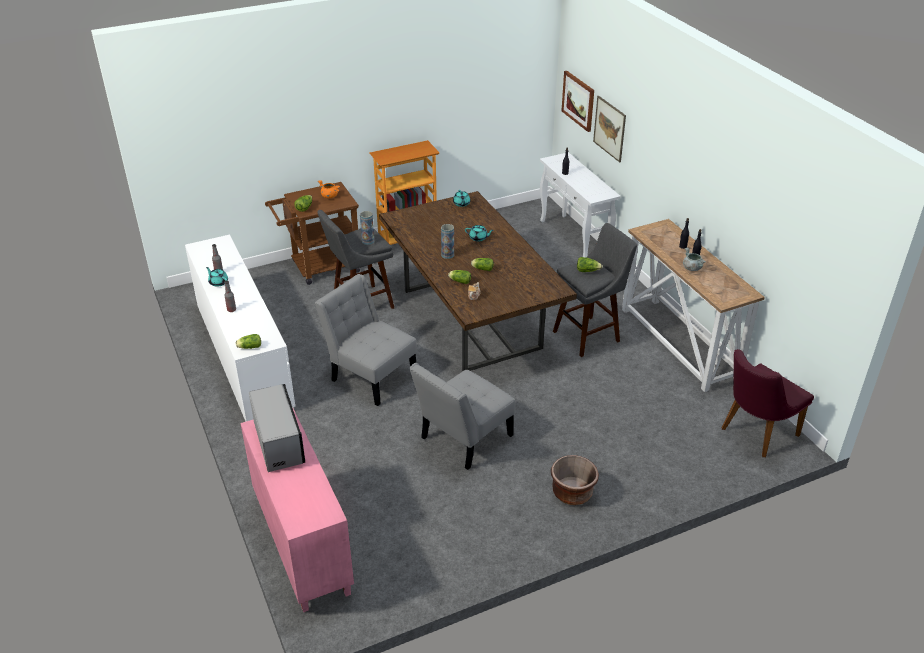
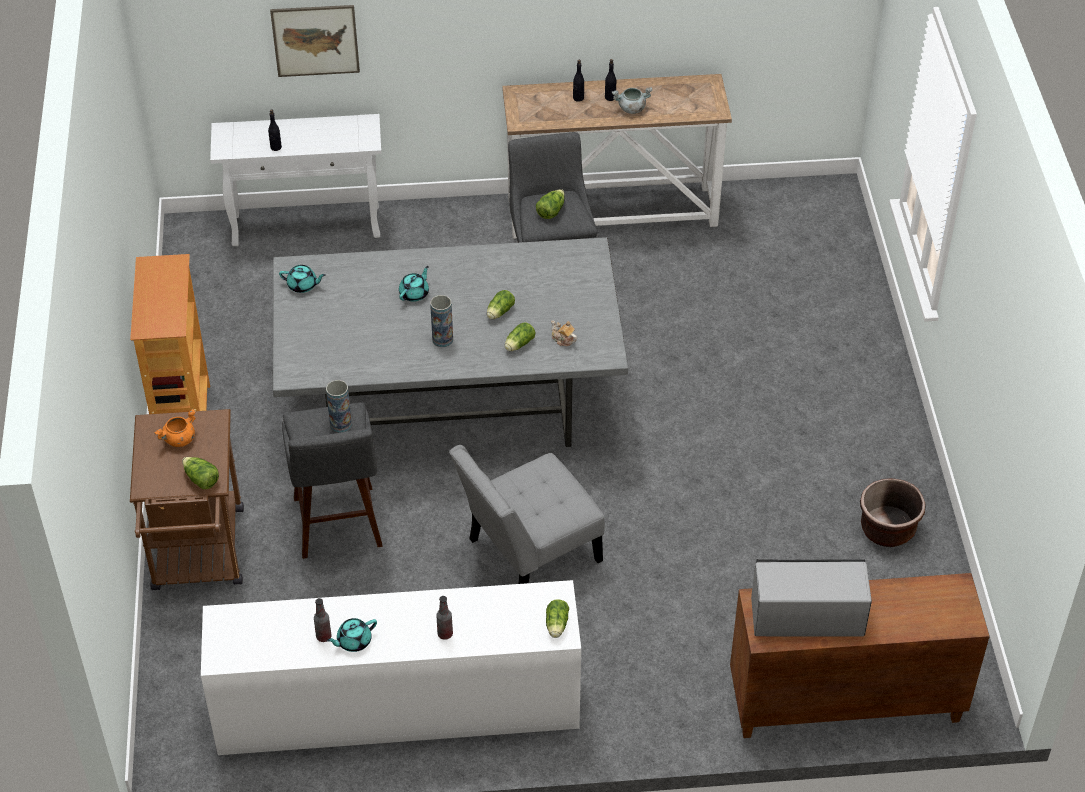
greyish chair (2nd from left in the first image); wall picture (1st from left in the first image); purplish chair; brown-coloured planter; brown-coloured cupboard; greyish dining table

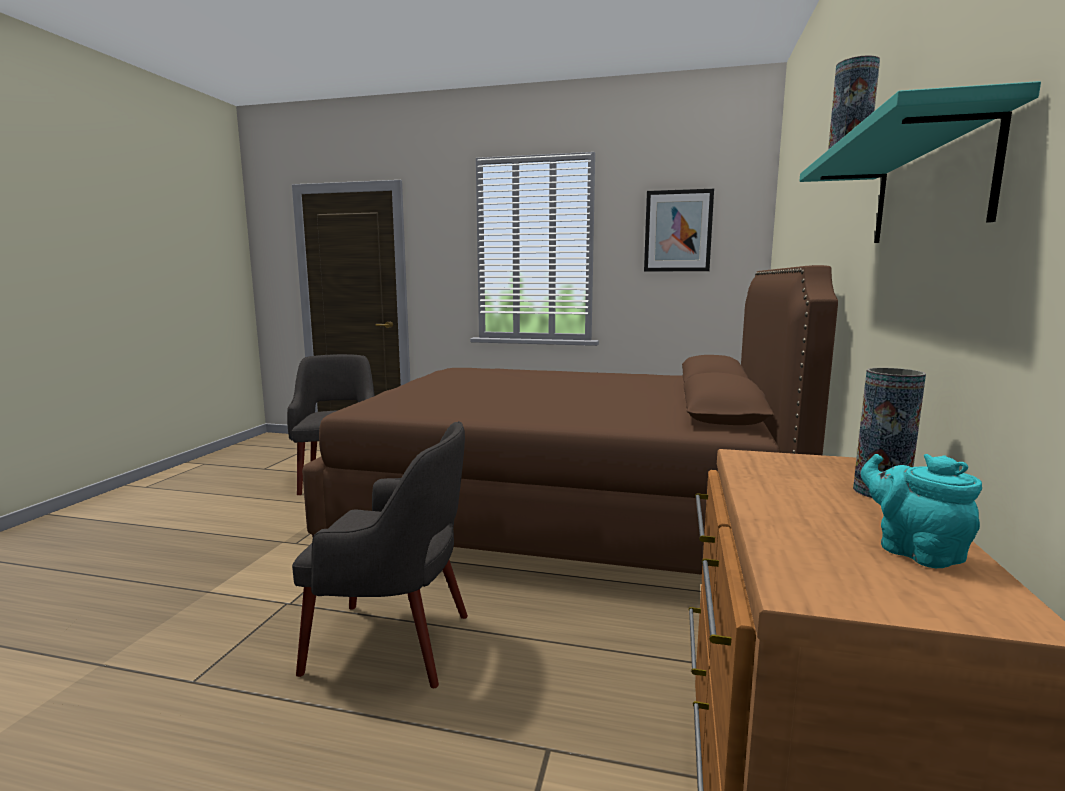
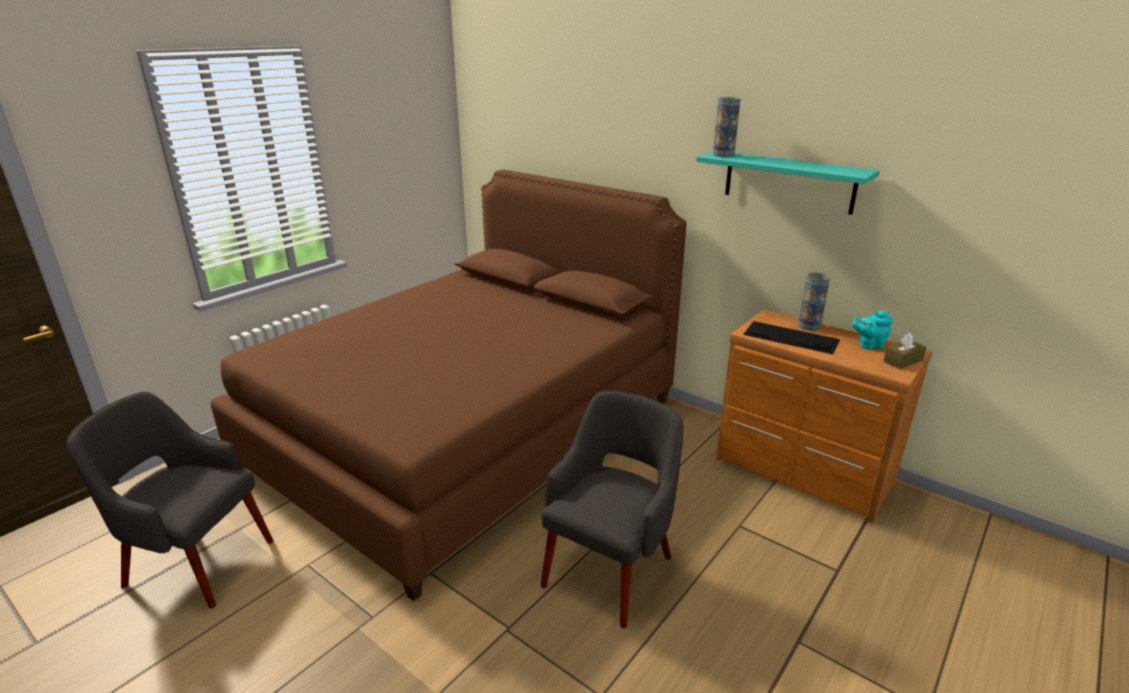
wall picture; PC keyboard; brown-coloured box of tissues

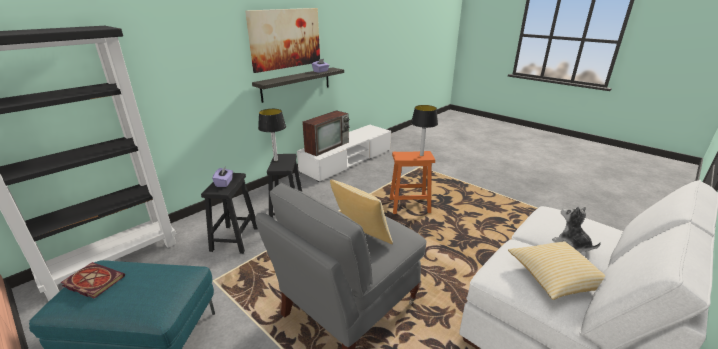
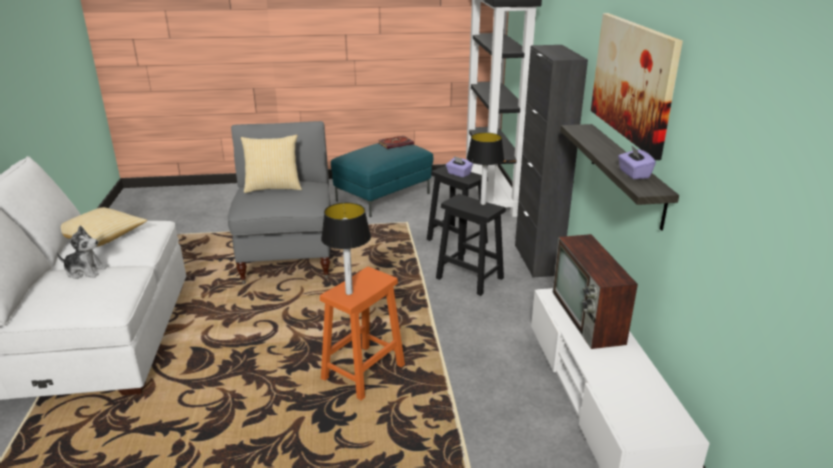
black cupboard

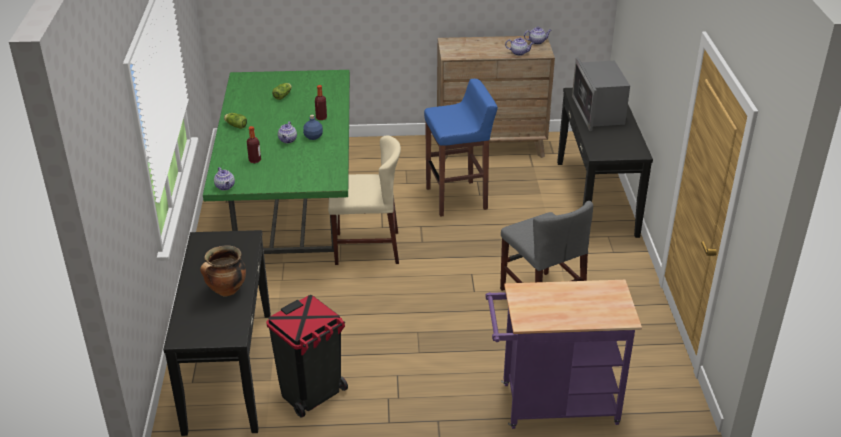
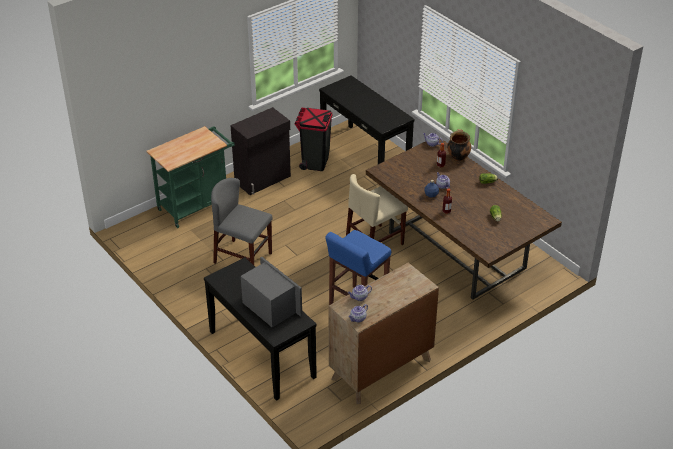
black cupboard; stockpot; brown-coloured dining table; green-coloured cart

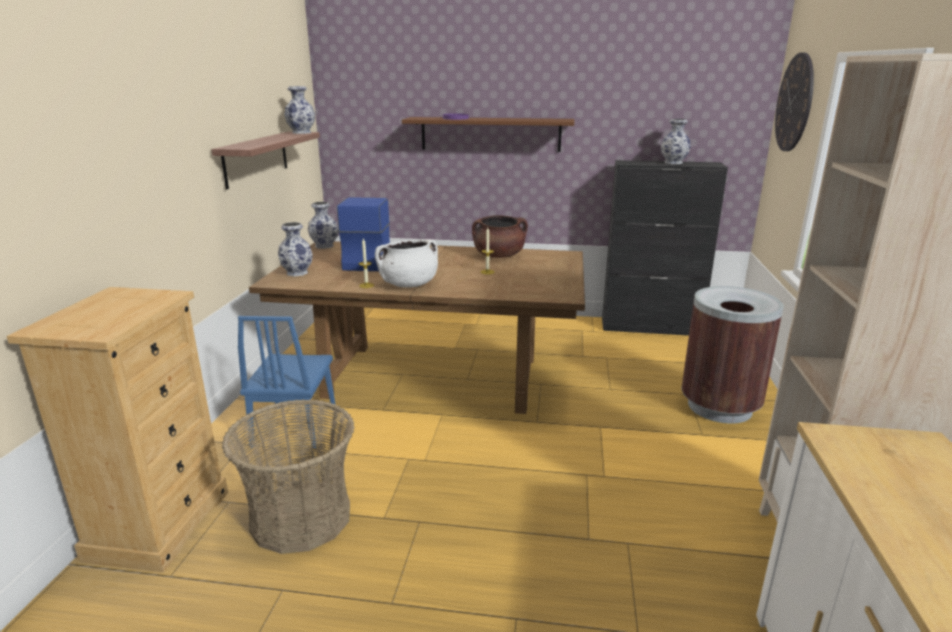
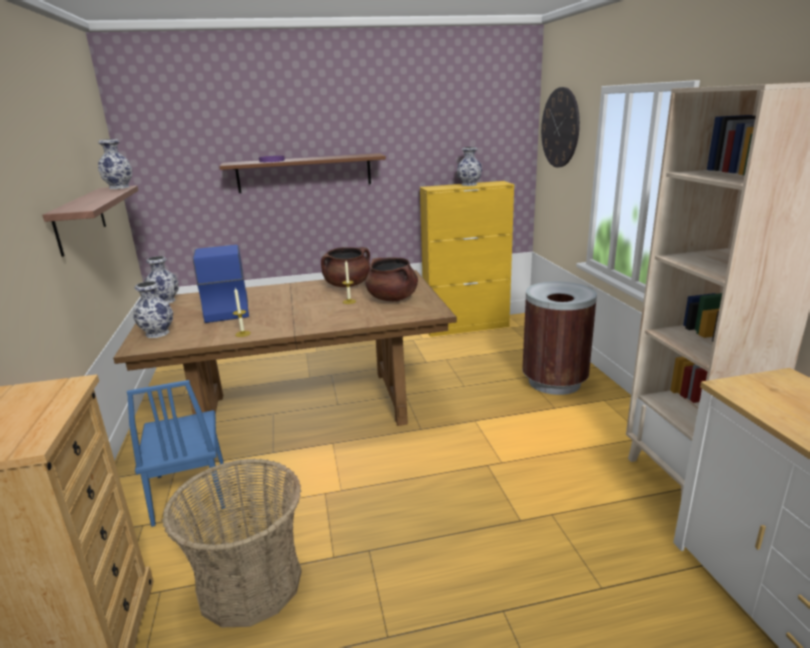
white stockpot; brown-coloured stockpot (2nd from left); yellow cupboard

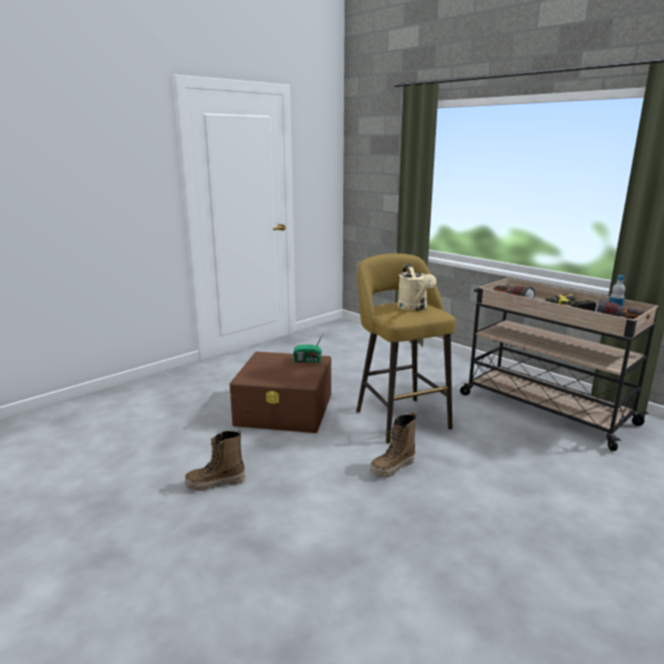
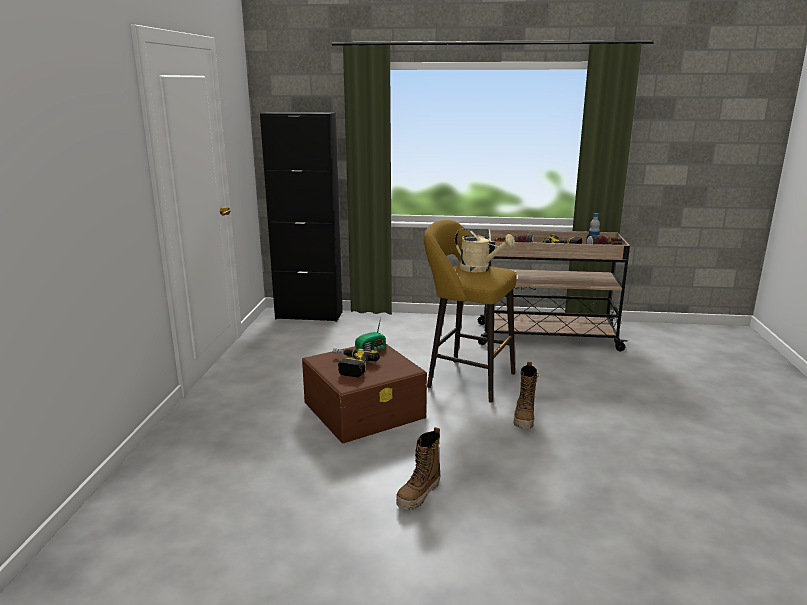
black cupboard; electric drill (1st from left)

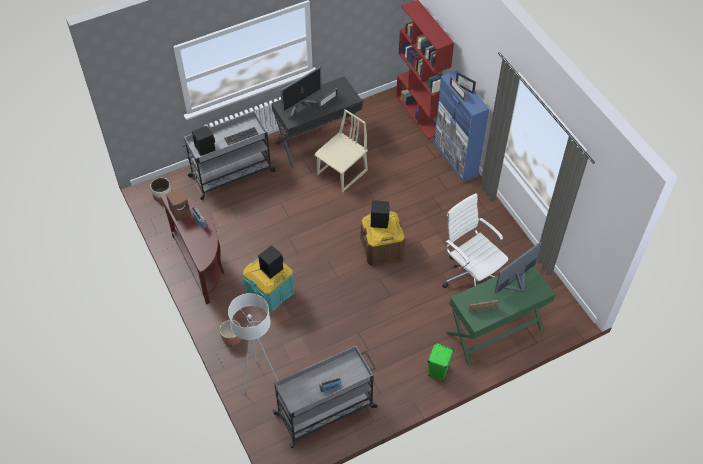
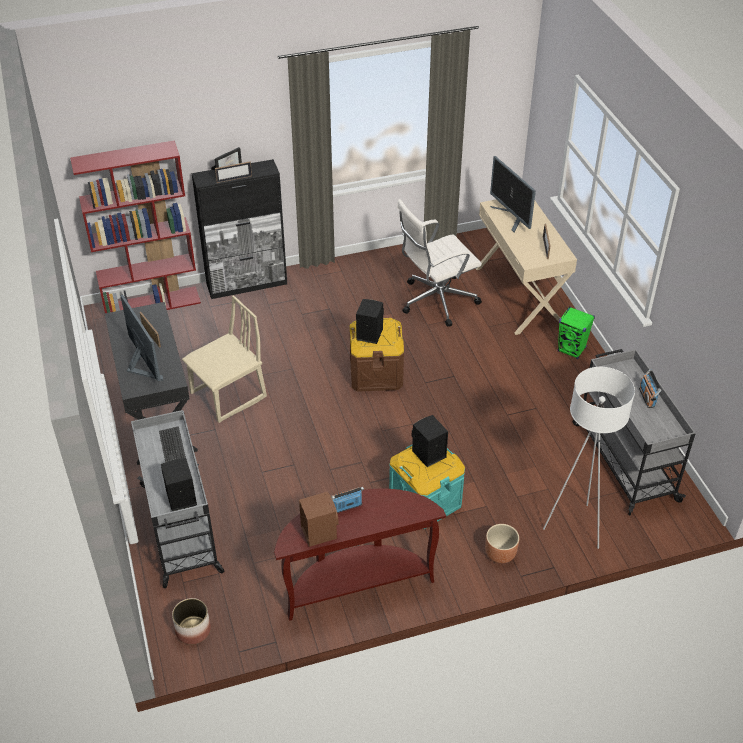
black cupboard; beige desk; beige chair

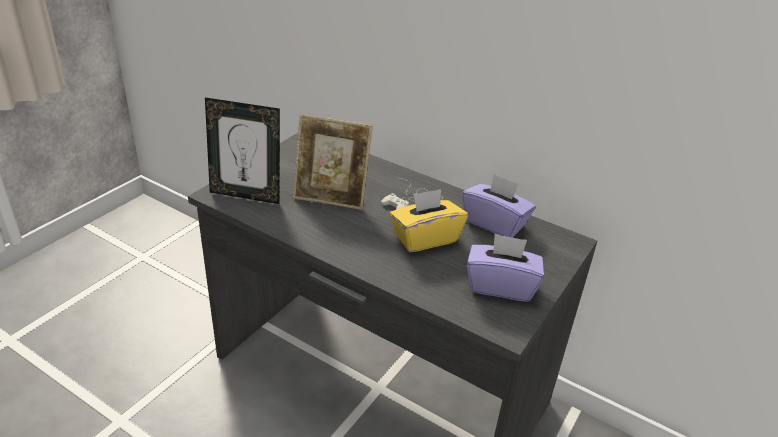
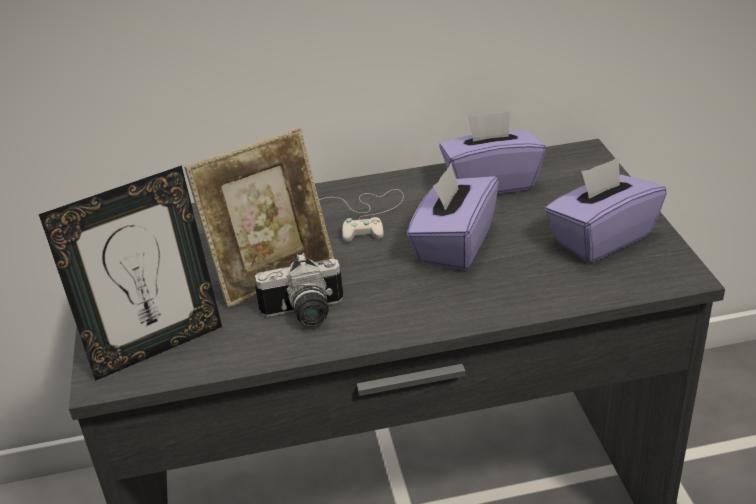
still camera; purplish box of tissues (1st from left)

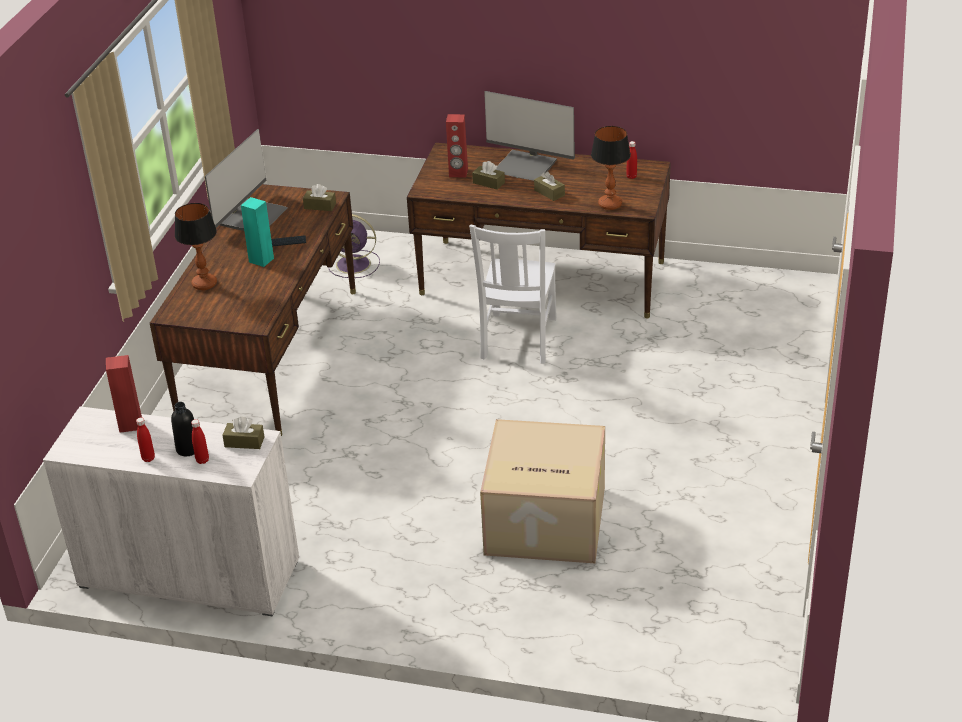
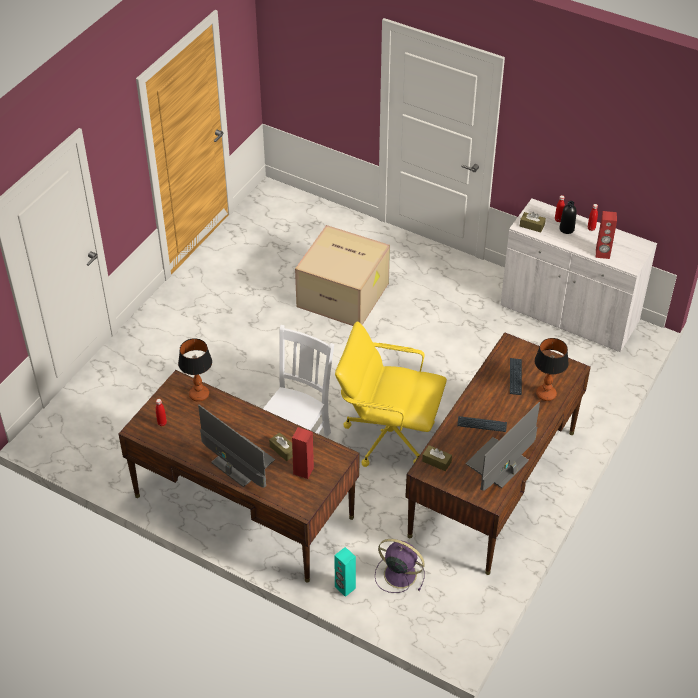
brown-coloured box of tissues (4th from left in the first image); yellow office chair; PC keyboard (2nd from left); blue-green loudspeaker

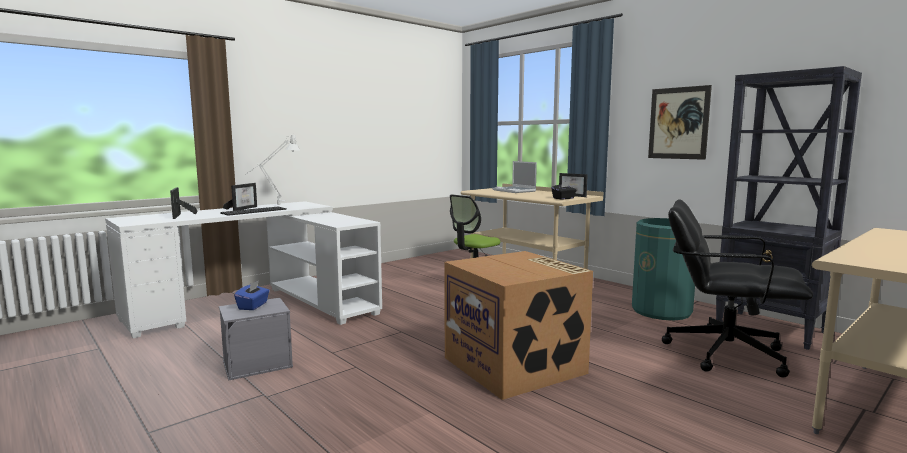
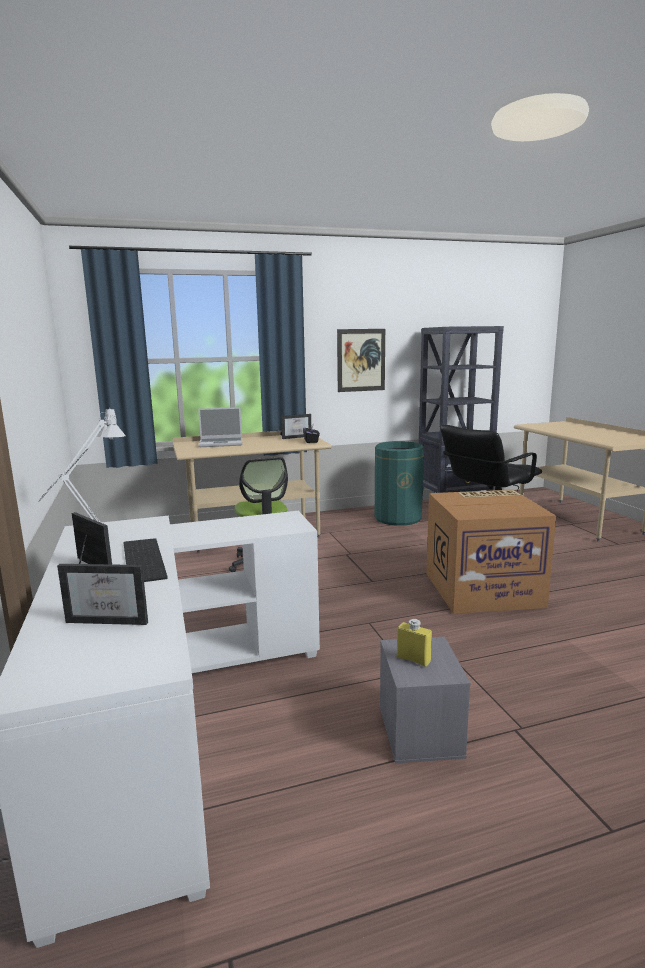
yellow bottle

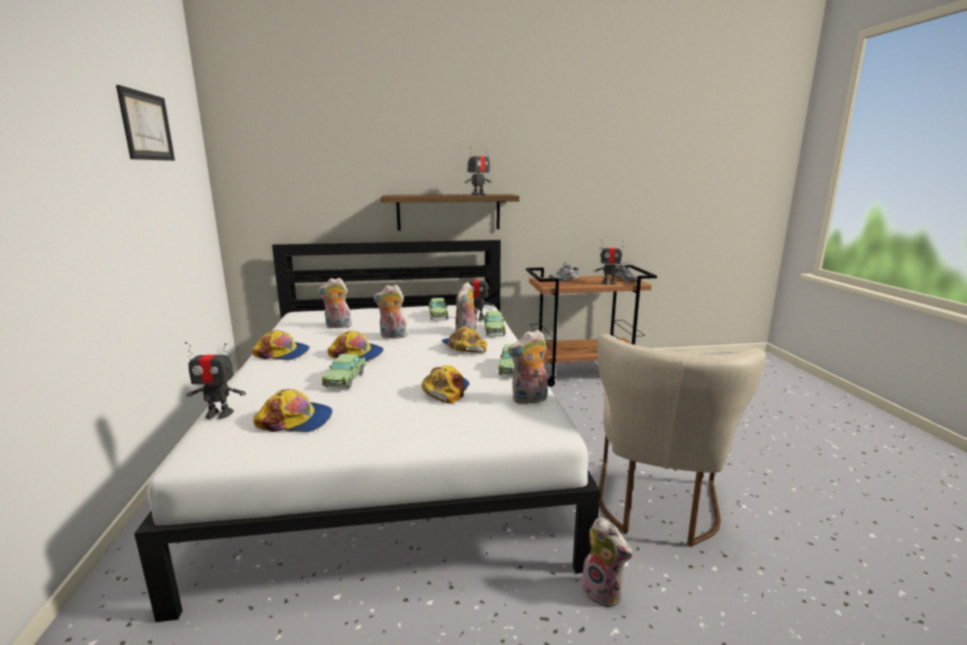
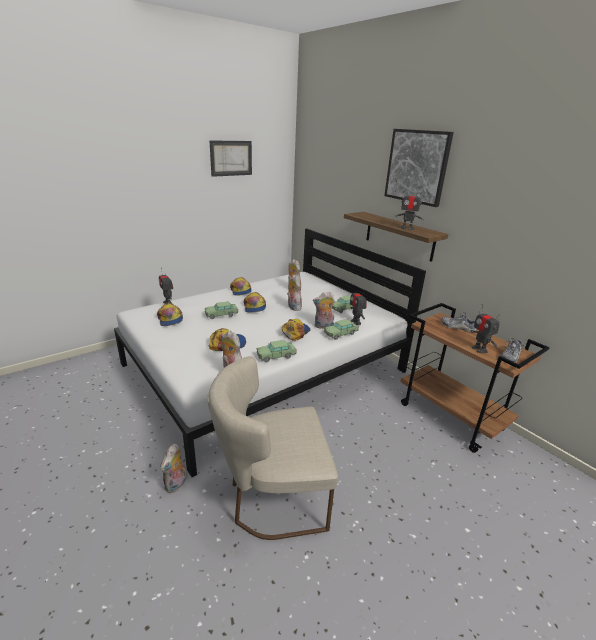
wall picture (2nd from left)

